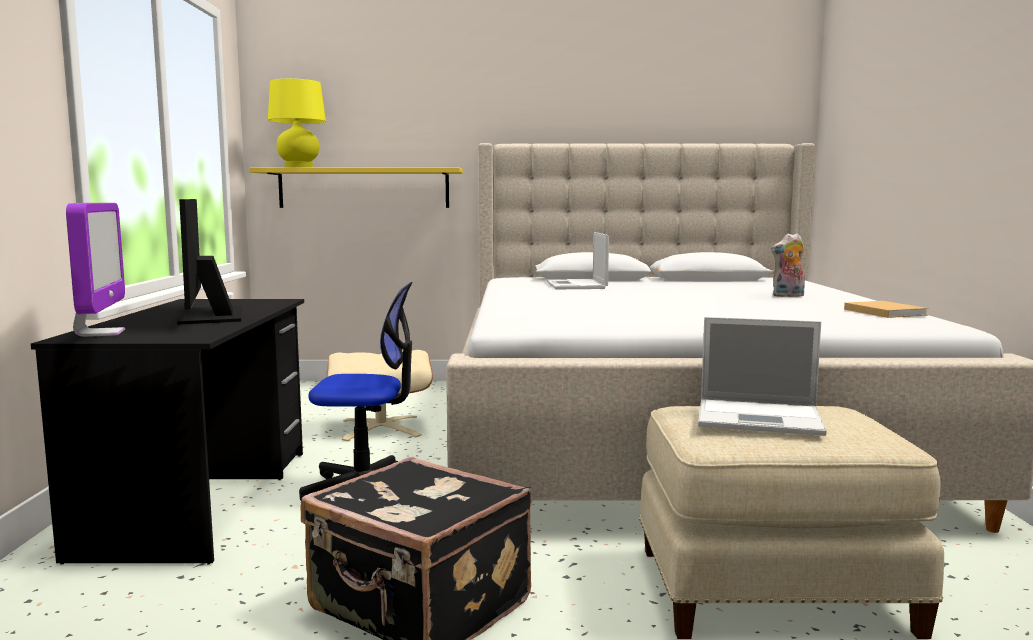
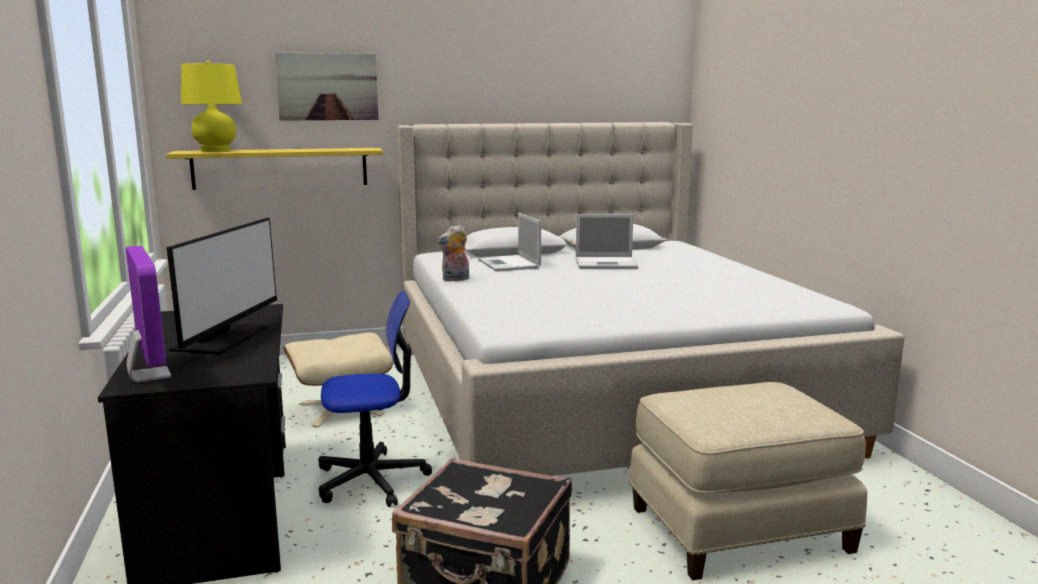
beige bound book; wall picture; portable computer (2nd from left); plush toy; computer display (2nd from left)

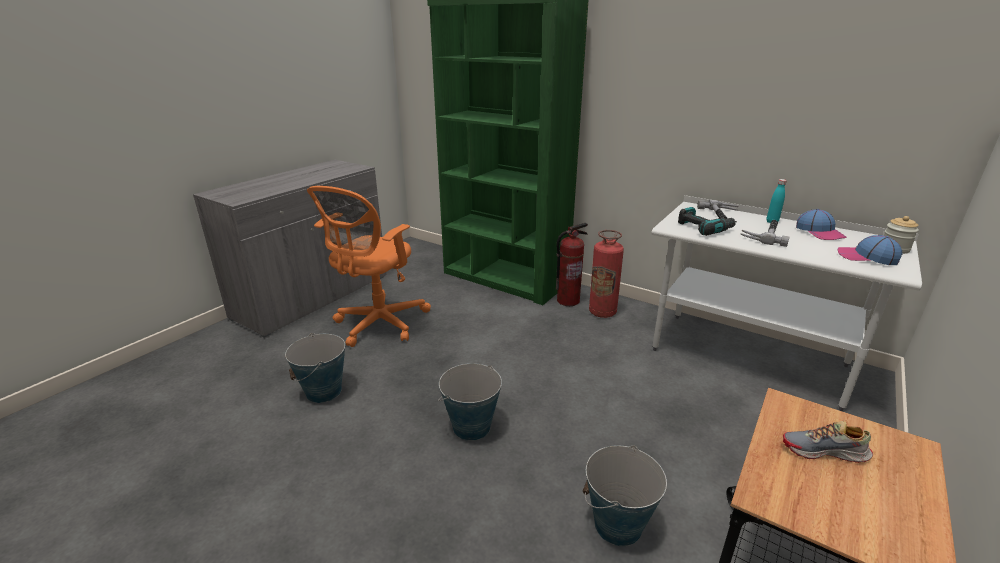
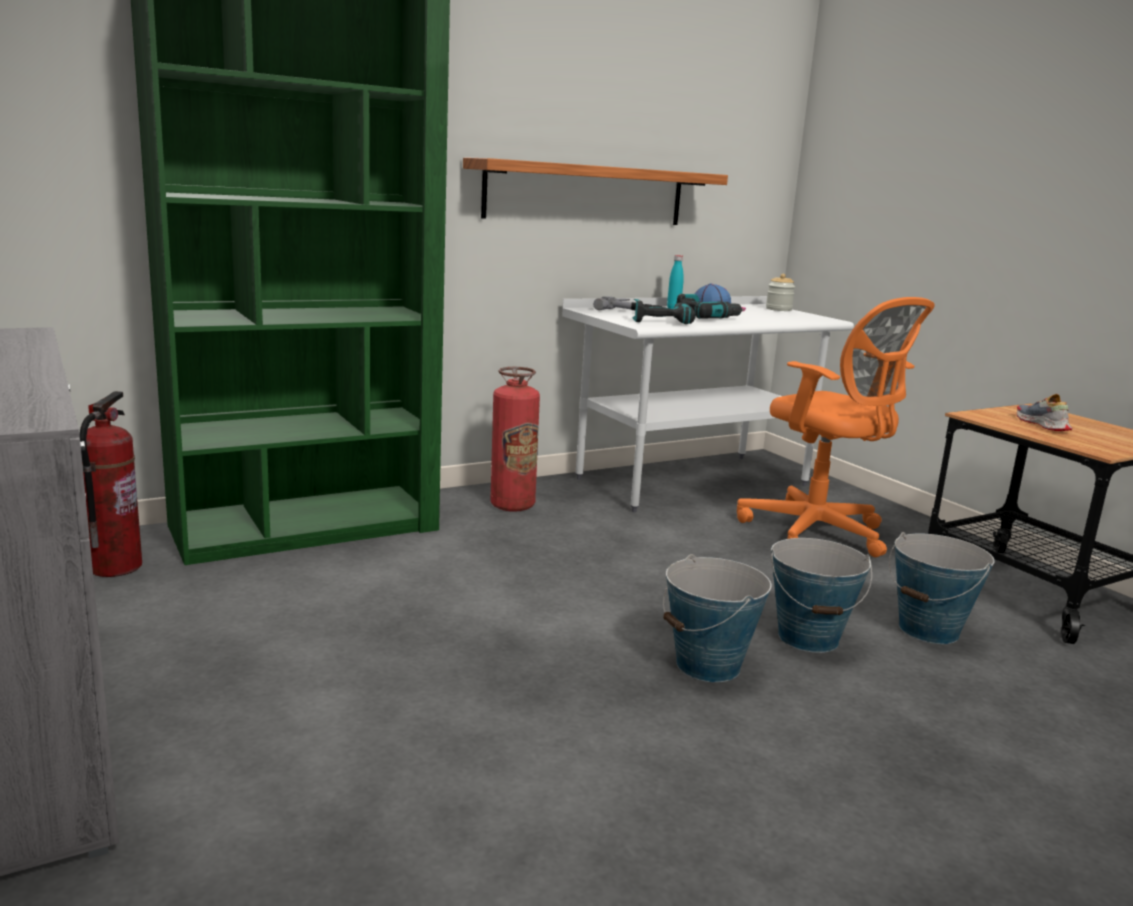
peaked cap (2nd from left in the first image); bracket shelf; pail (2nd from left); orange office chair; extinguisher (1st from left); electric drill (2nd from left); item of footwear

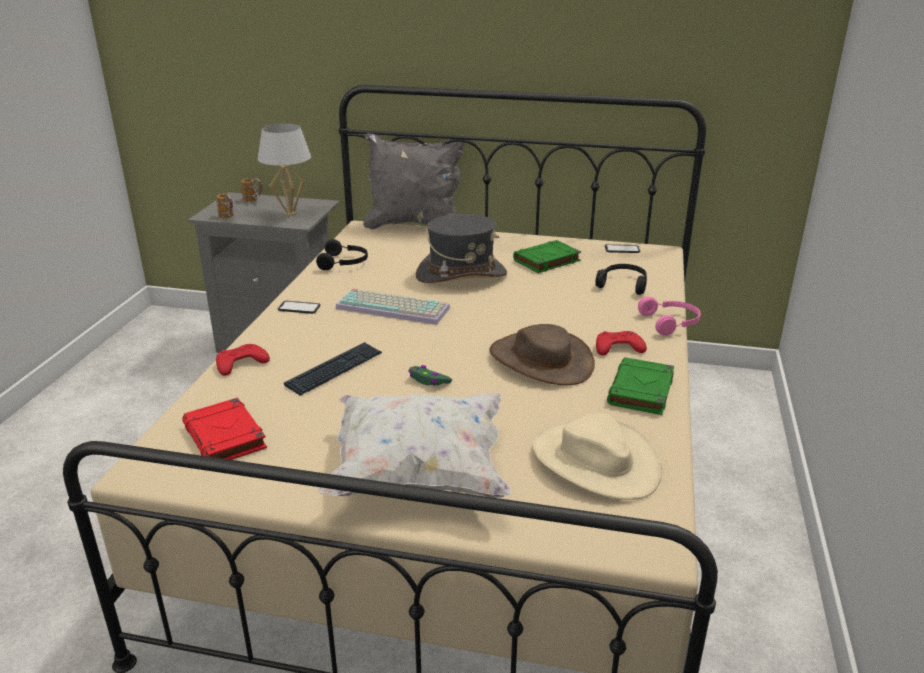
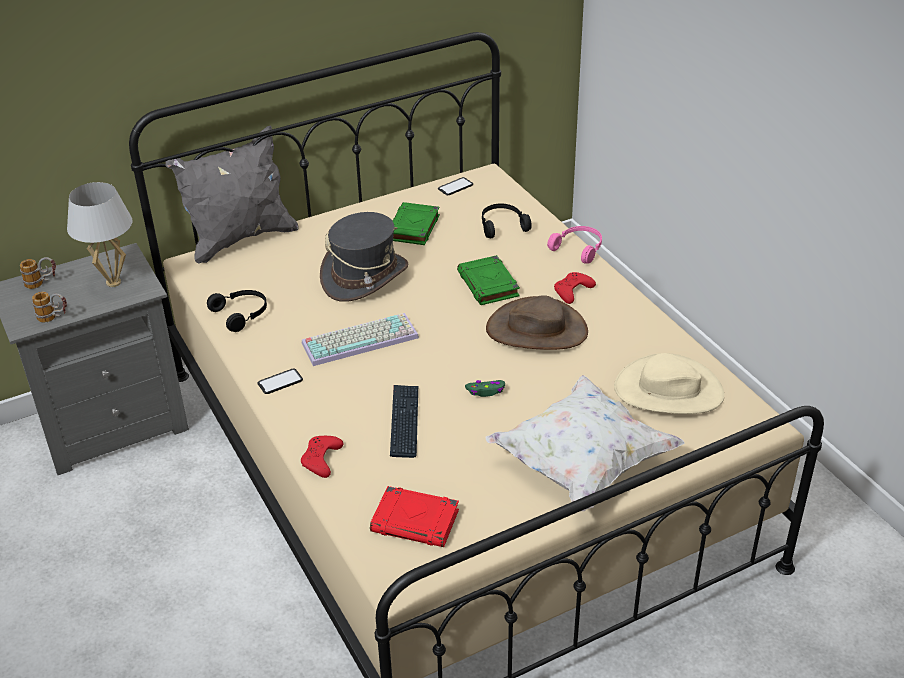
green-coloured bound book (2nd from left)

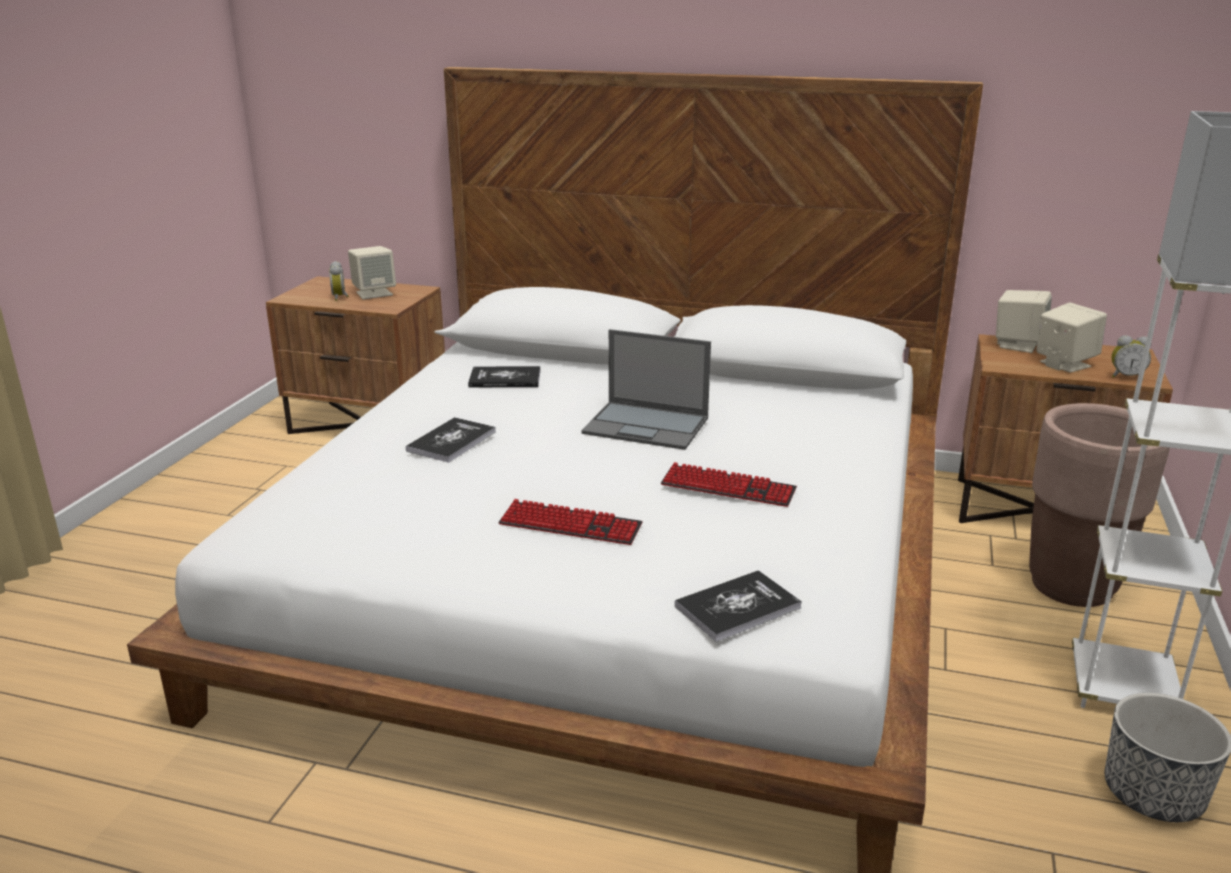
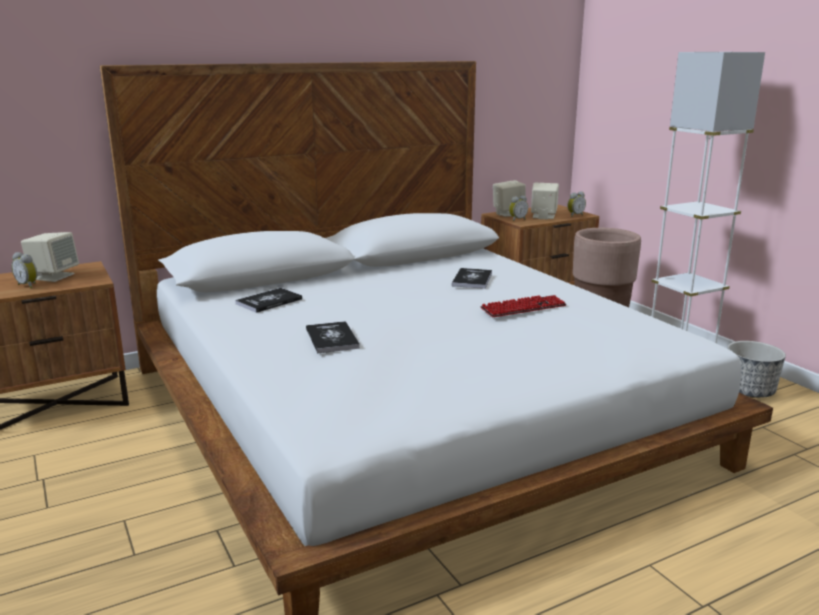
PC keyboard (1st from left in the first image); portable computer; alarm clock (2nd from left); bound book (3rd from left)

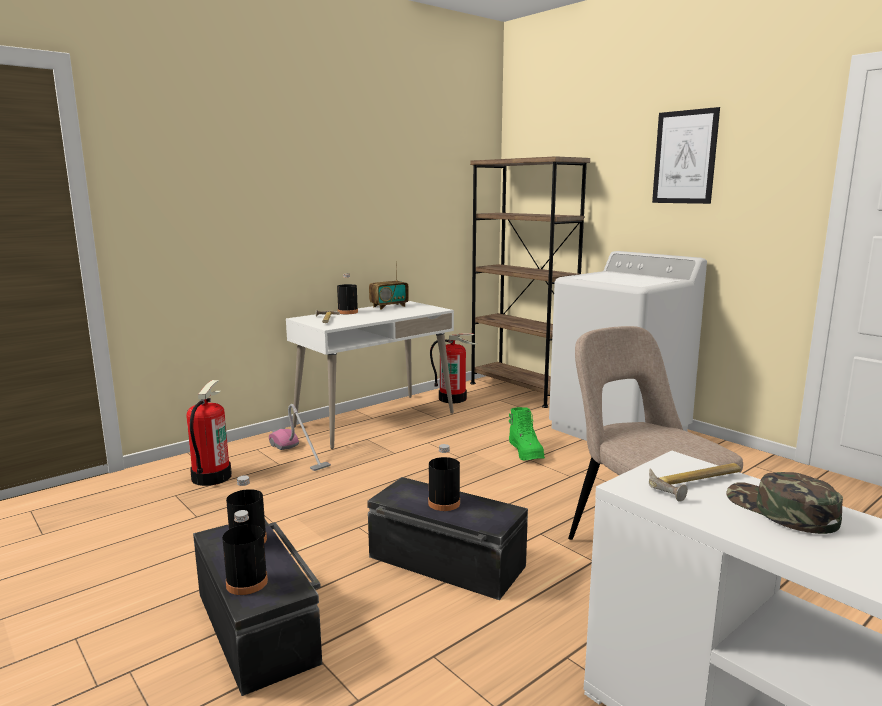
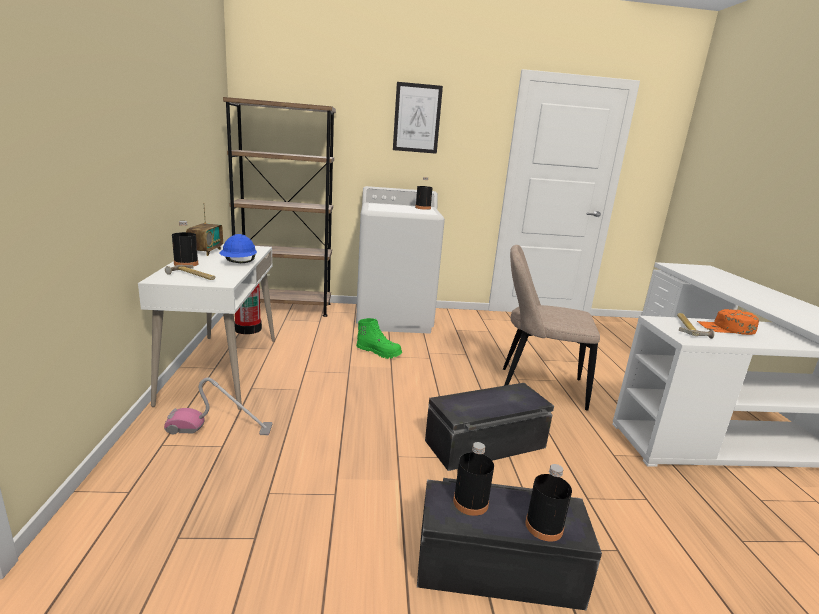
extinguisher (1st from left in the first image); bluish work helmet; black bottle (2nd from left); orange peaked cap

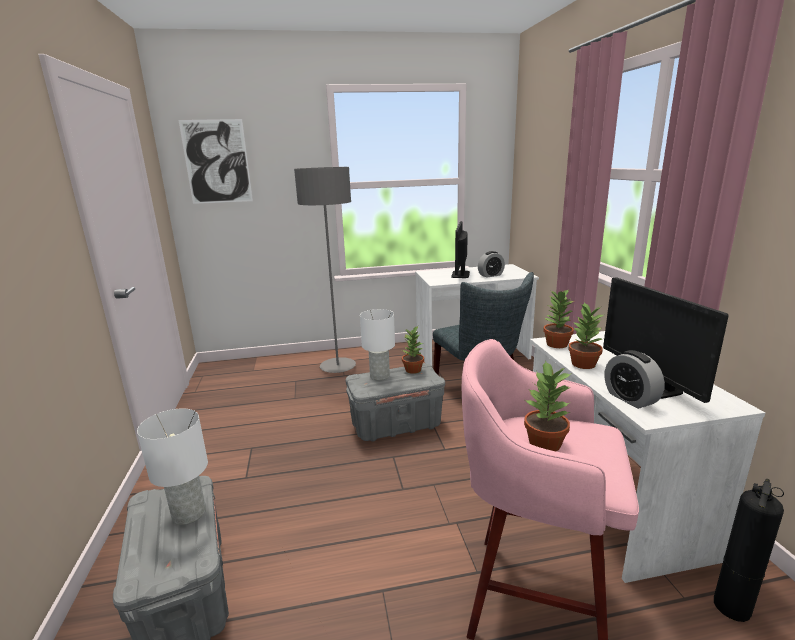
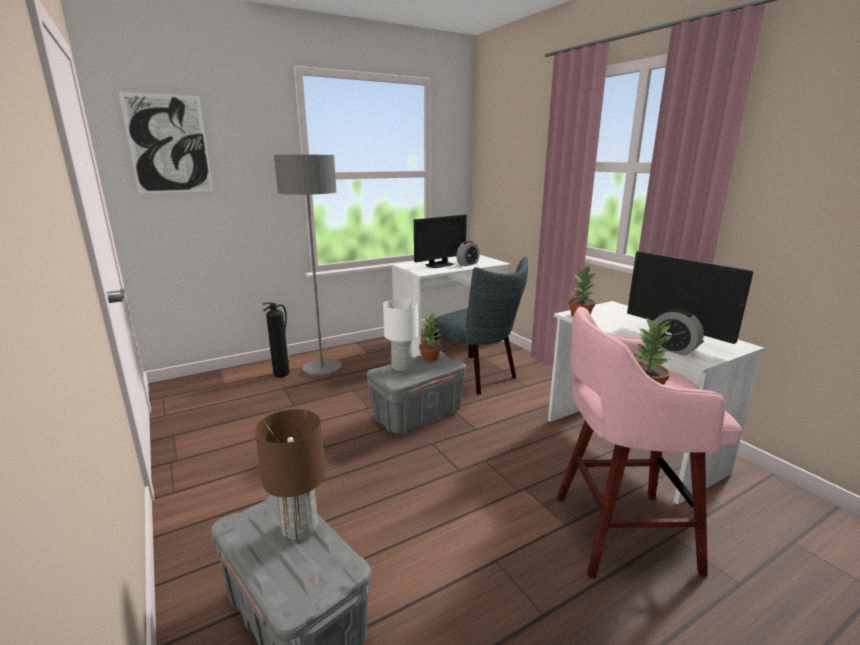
potted plant (4th from left in the first image); extinguisher; brown-coloured tabletop lamp; computer display (1st from left)

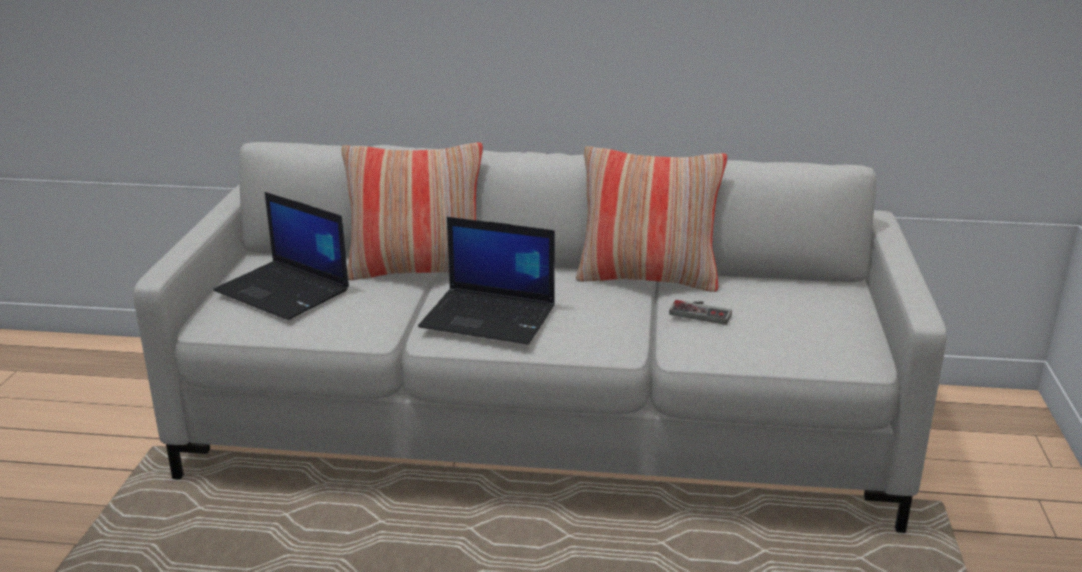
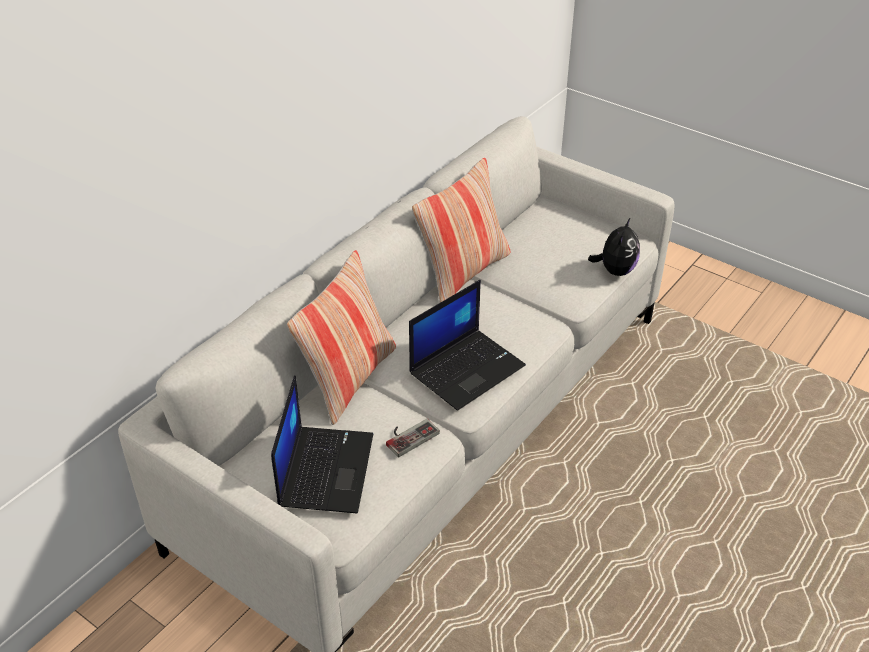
plush toy; game controller; portable computer (1st from left)

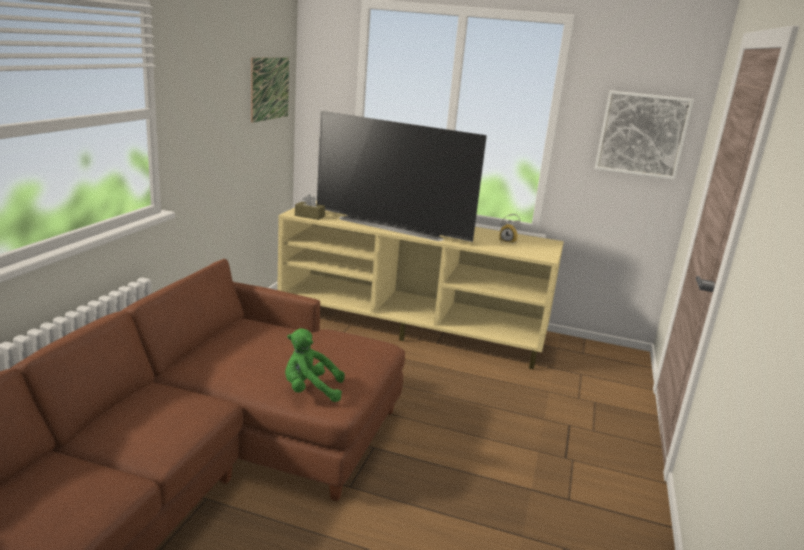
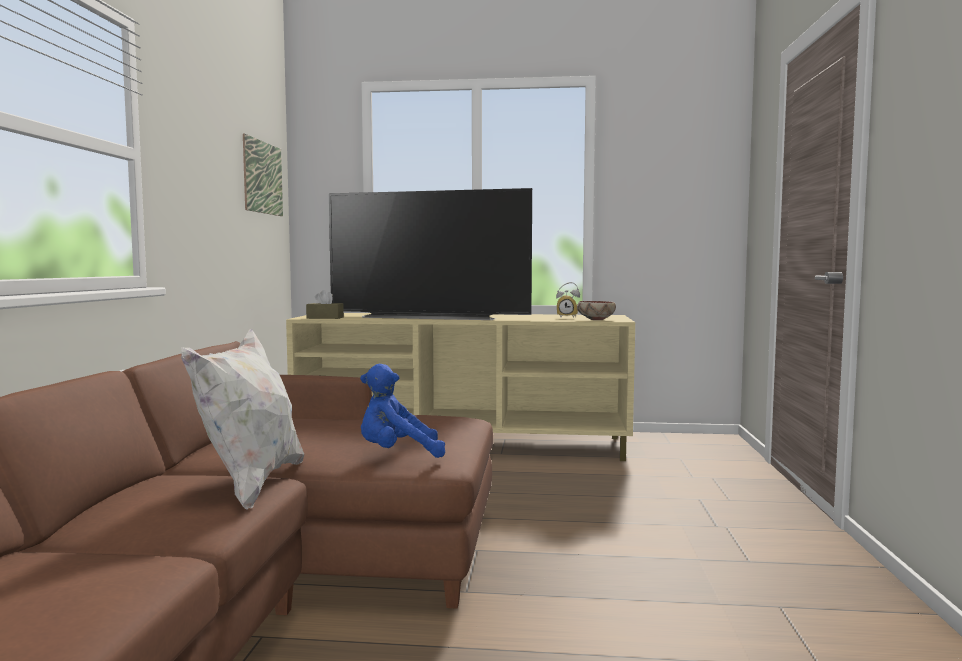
wall picture (2nd from left in the first image); white pillow; deep dish; bluish plush toy

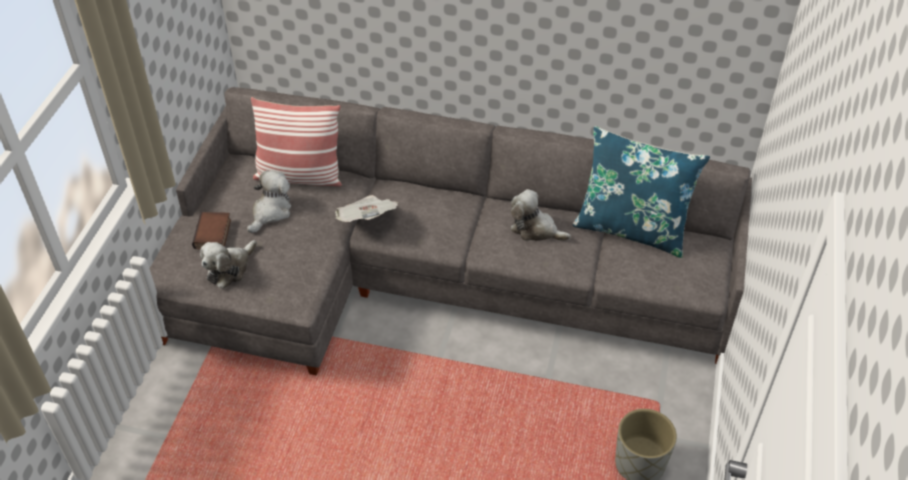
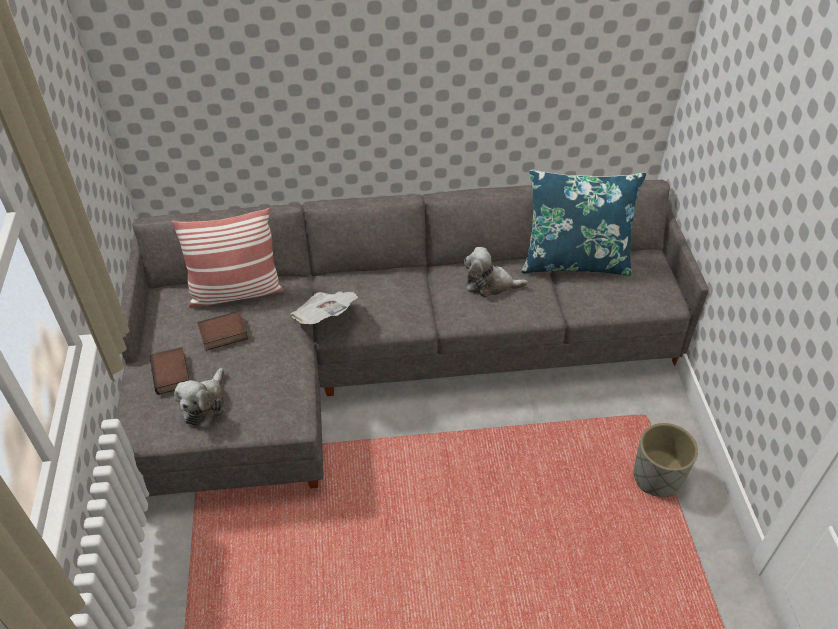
bound book (2nd from left)

